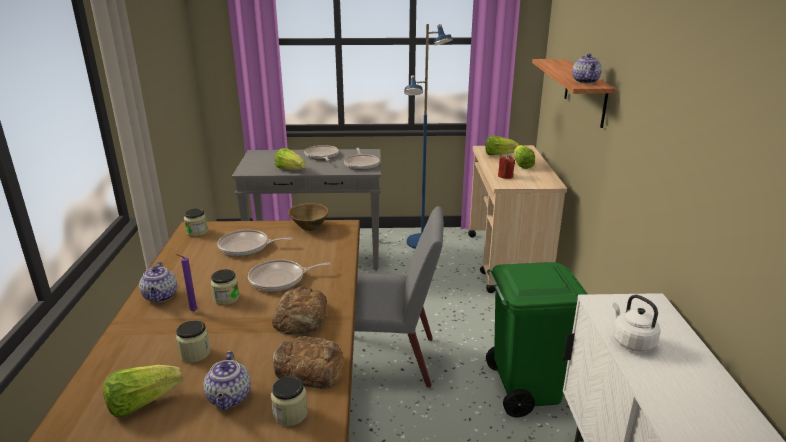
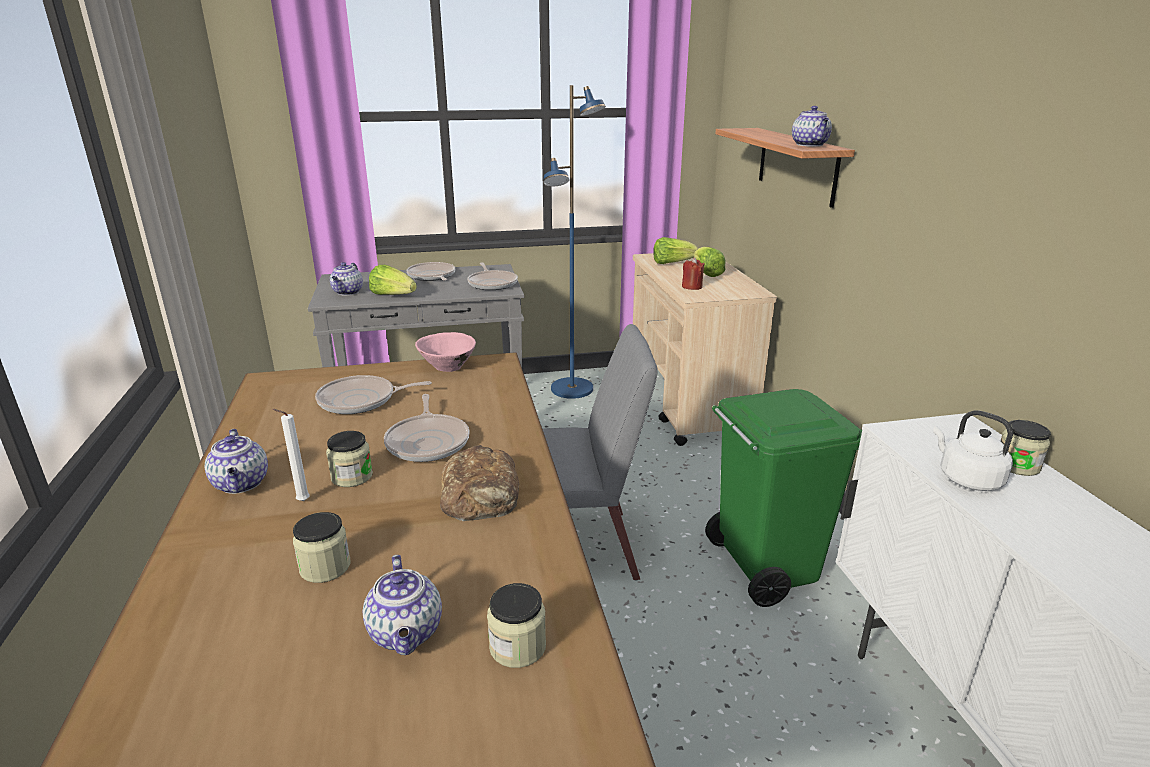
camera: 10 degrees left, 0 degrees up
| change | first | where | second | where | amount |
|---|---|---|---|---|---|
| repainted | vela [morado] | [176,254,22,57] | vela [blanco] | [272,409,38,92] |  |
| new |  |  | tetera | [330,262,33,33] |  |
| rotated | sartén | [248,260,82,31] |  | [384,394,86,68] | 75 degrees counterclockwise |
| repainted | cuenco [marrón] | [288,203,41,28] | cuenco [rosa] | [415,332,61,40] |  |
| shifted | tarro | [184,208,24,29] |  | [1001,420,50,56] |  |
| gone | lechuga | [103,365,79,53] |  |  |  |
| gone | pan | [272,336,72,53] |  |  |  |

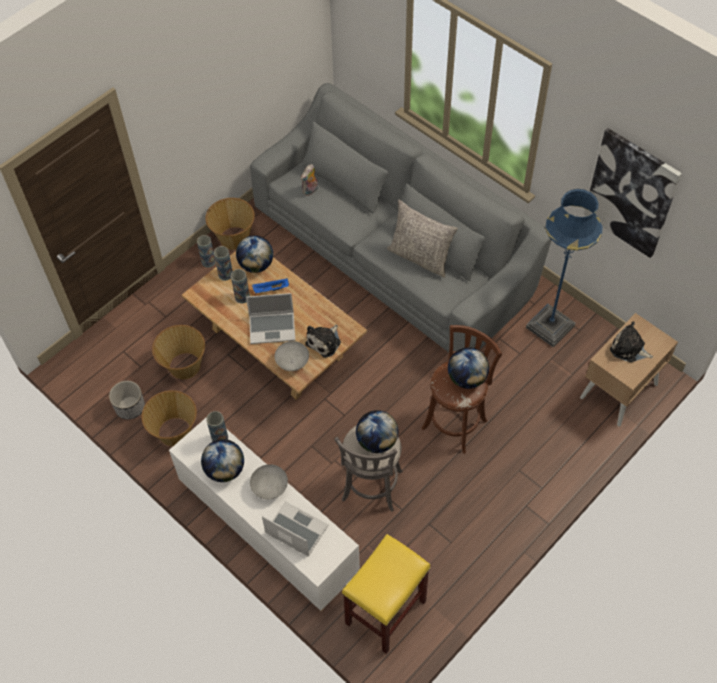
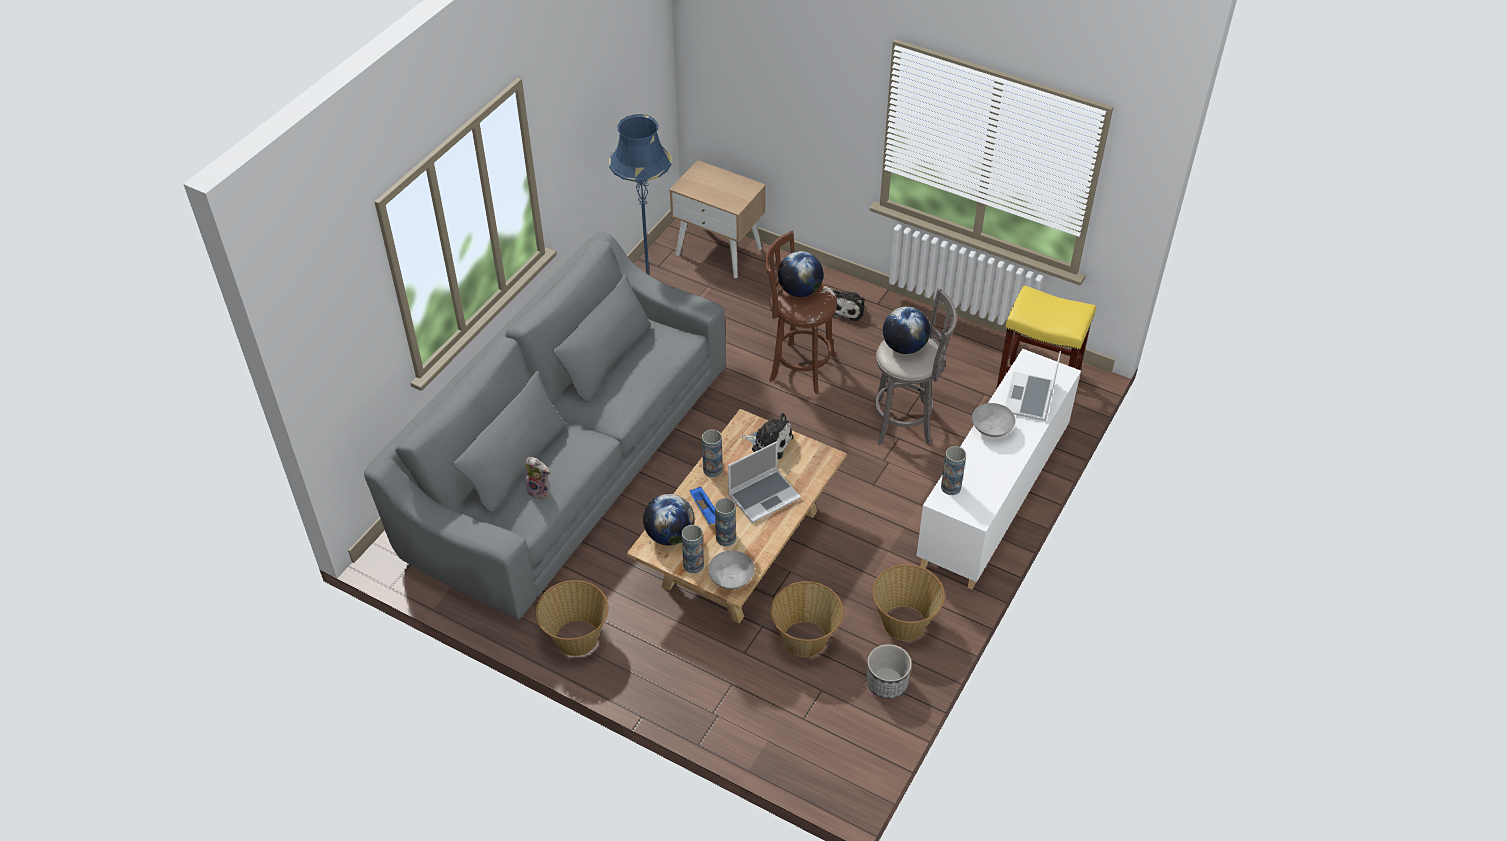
camera: 105 degrees left, 10 degrees down
| change | first | where | second | where | amount |
|---|---|---|---|---|---|
| shifted | florero | [197,235,18,32] |  | [702,429,21,48] |  |
| shifted | cuenco [gris] | [274,341,35,30] |  | [708,551,47,38] |  |
| rotated | portátil | [246,293,49,51] |  | [728,441,73,82] | 75 degrees clockwise |
| shifted | peluche | [610,321,43,41] |  | [833,289,32,32] |  |
| gone | globo terráqueo | [201,439,43,43] |  |  |  |
| gone | cojín [gris] | [387,200,71,78] |  |  |  |
| gone | cuadro | [584,128,98,130] |  |  |  |

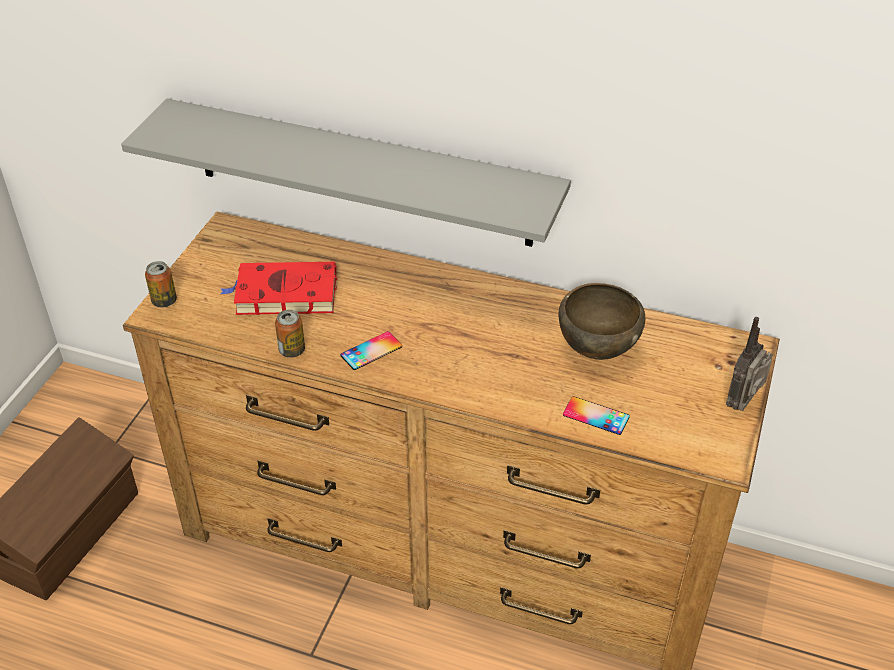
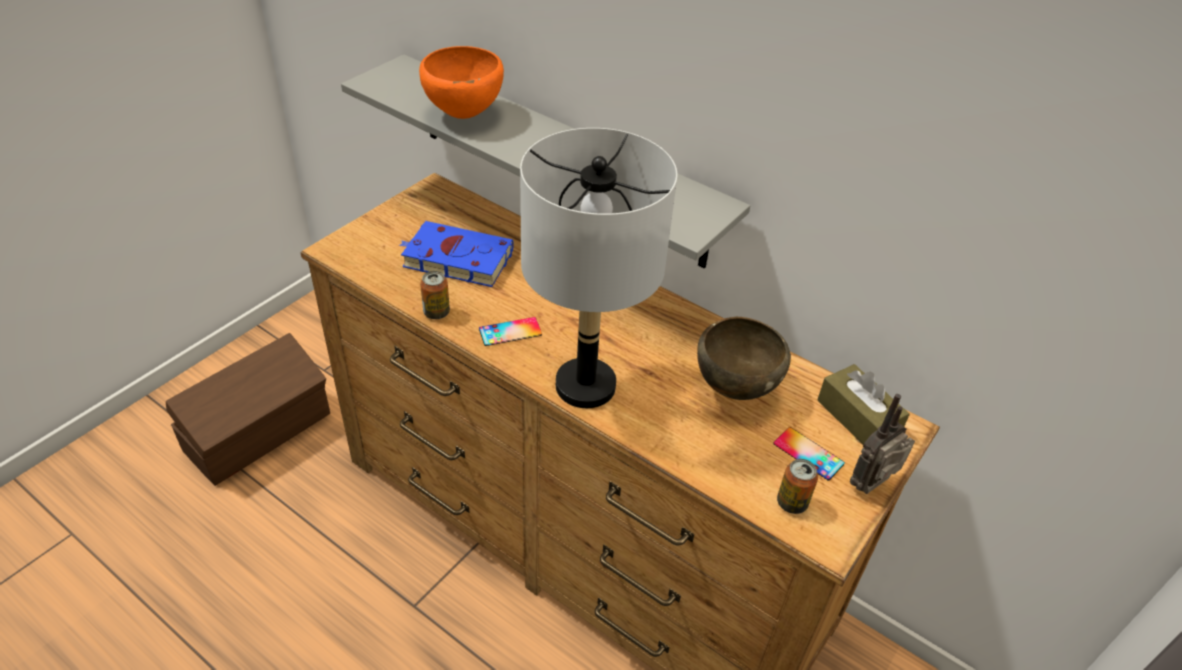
camera: 15 degrees right, 0 degrees up
| change | first | where | second | where | amount |
|---|---|---|---|---|---|
| repainted | libro [rojo] | [220,262,117,53] | libro [azul] | [399,221,115,66] |  |
| new |  |  | cuenco [naranja] | [419,46,85,73] |  |
| new |  |  | lámpara de mesa [gris] | [520,128,157,280] |  |
| shifted | móvil | [563,396,67,39] |  | [773,427,72,54] |  |
| shifted | lata | [145,261,32,46] |  | [777,459,41,55] |  |
| new |  |  | caja de pañuelos [marrón] | [817,364,93,81] |  |

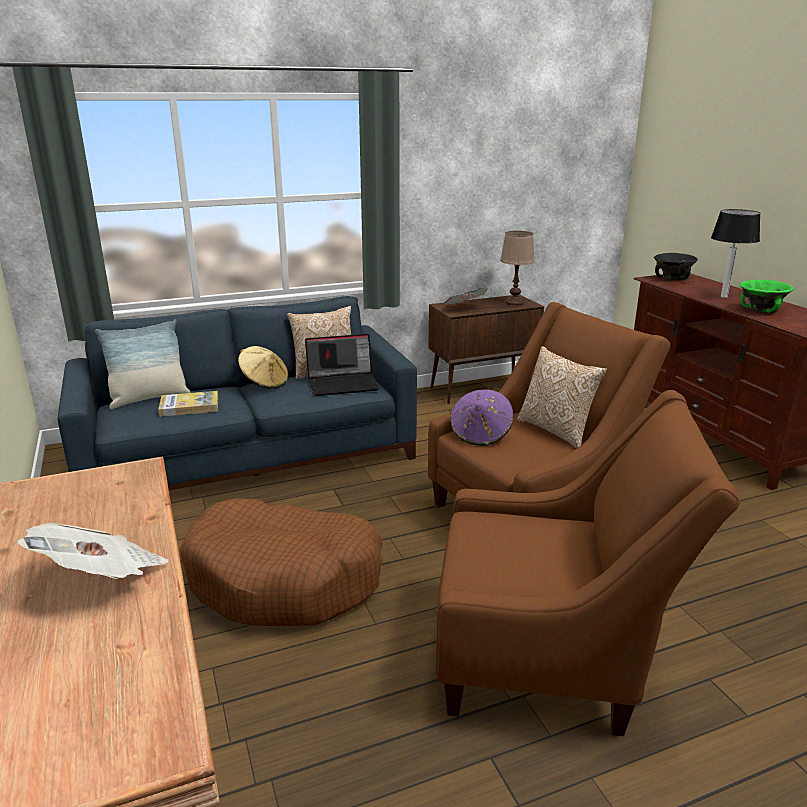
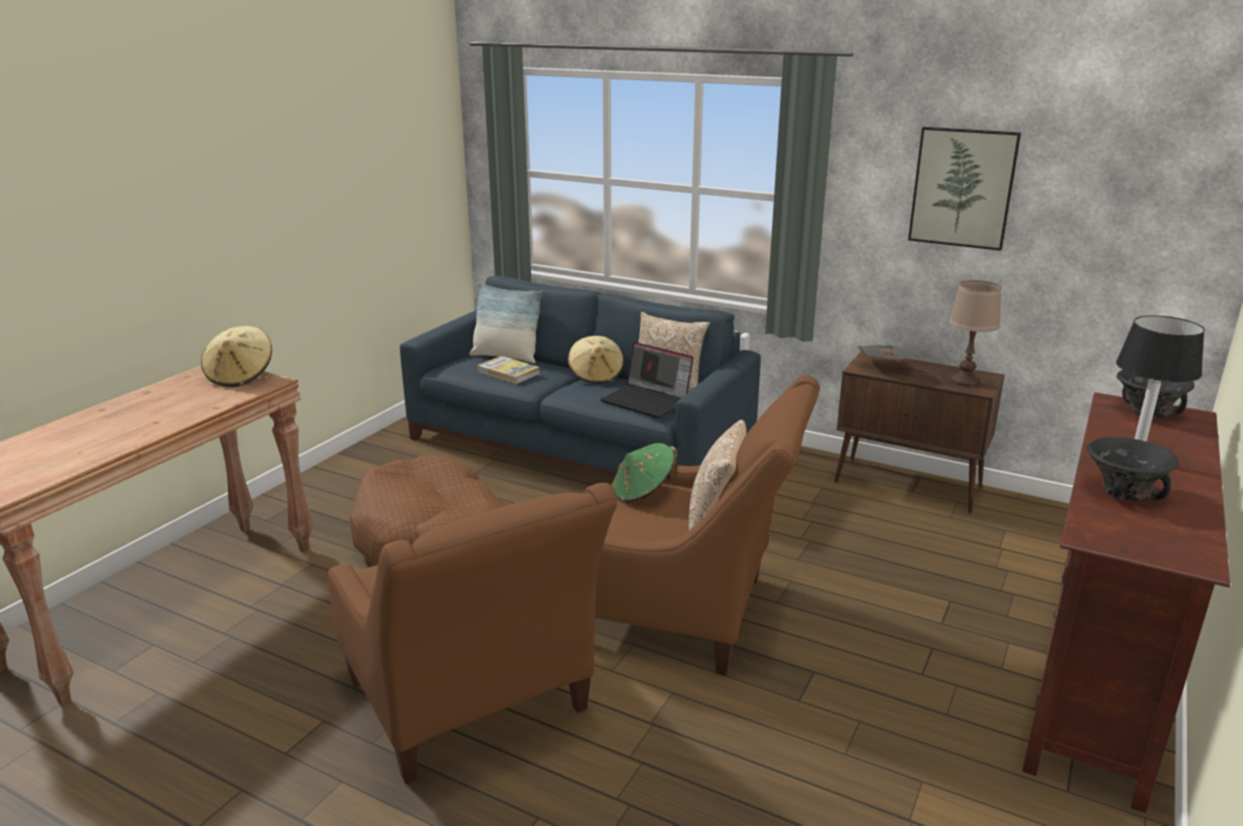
camera: 50 degrees right, 0 degrees up
| change | first | where | second | where | amount |
|---|---|---|---|---|---|
| new |  |  | sombrero [beis] | [201,326,71,61] |  |
| repainted | sombrero [morado] | [450,389,64,57] | sombrero [verde] | [613,443,64,60] |  |
| new |  |  | cuadro | [908,127,113,124] |  |
| repainted | cuenco [verde] | [740,280,54,33] | cuenco [negro] | [1087,437,92,64] |  |
| gone | periódico | [16,523,153,56] |  |  |  |

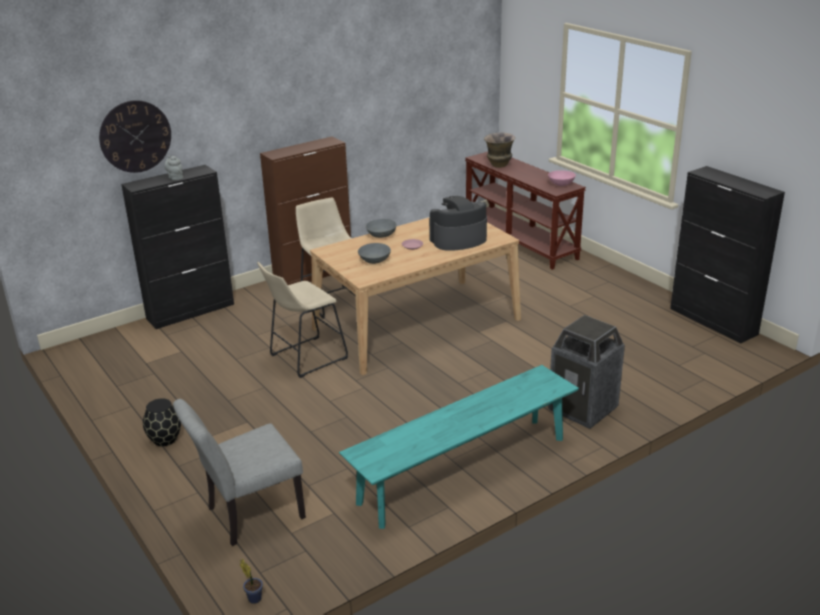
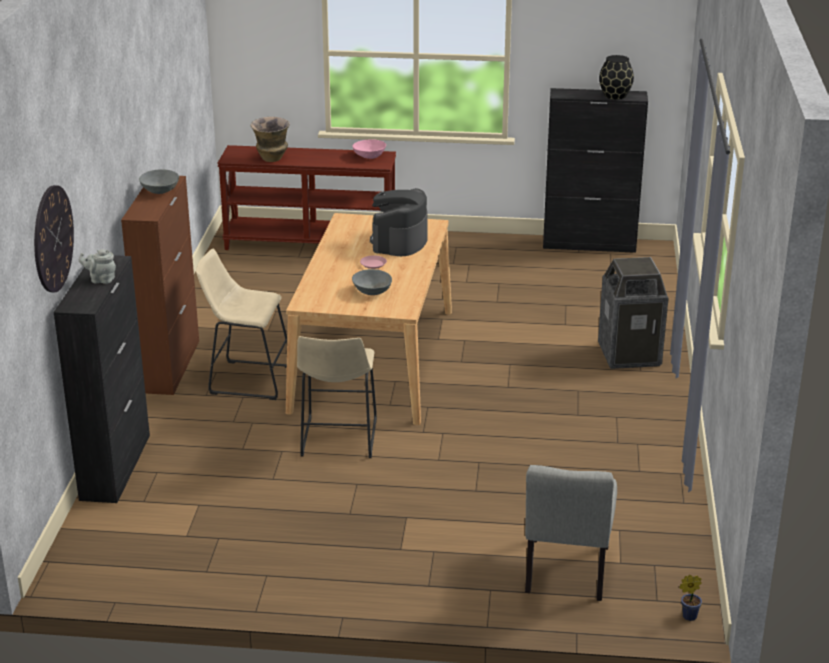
camera: 50 degrees left, 0 degrees up
| change | first | where | second | where | amount |
|---|---|---|---|---|---|
| shifted | cuenco [gris] | [366,219,31,19] |  | [139,169,40,25] |  |
| shifted | florero [negro] | [143,399,38,48] |  | [599,55,35,45] |  |
| gone | banco [turquesa] | [339,365,240,164] |  |  |  |

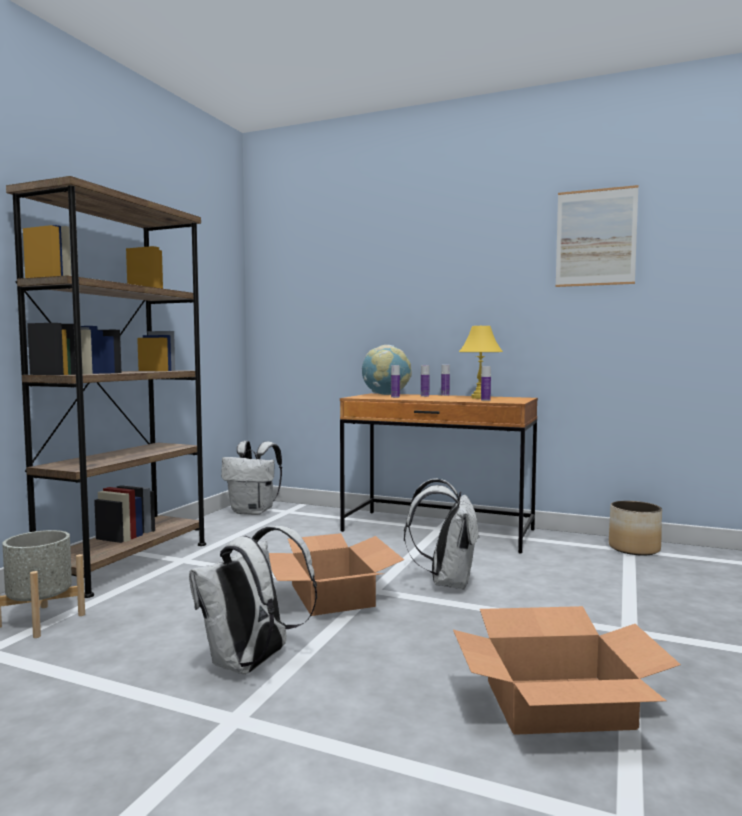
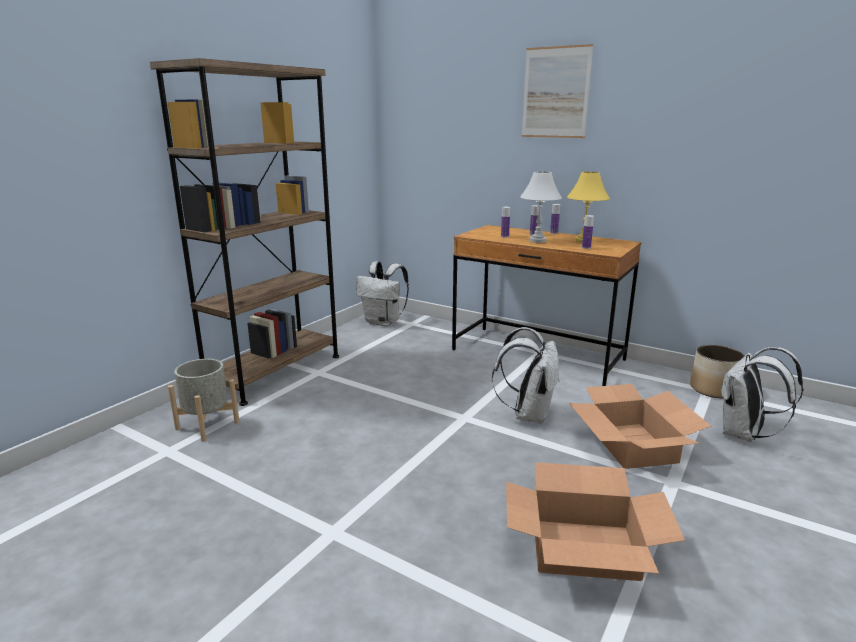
camera: 10 degrees right, 15 degrees up
| change | first | where | second | where | amount |
|---|---|---|---|---|---|
| new |  |  | lámpara de mesa [blanco] | [520,171,42,72] |  |
| shifted | cuadro | [556,185,83,102] |  | [522,44,71,94] |  |
| shifted | caja de cartón | [269,533,135,83] |  | [569,384,142,85] |  |
| shifted | mochila [blanco] | [189,526,128,148] |  | [720,347,84,95] |  |
| gone | globo terráqueo | [362,345,50,50] |  |  |  |

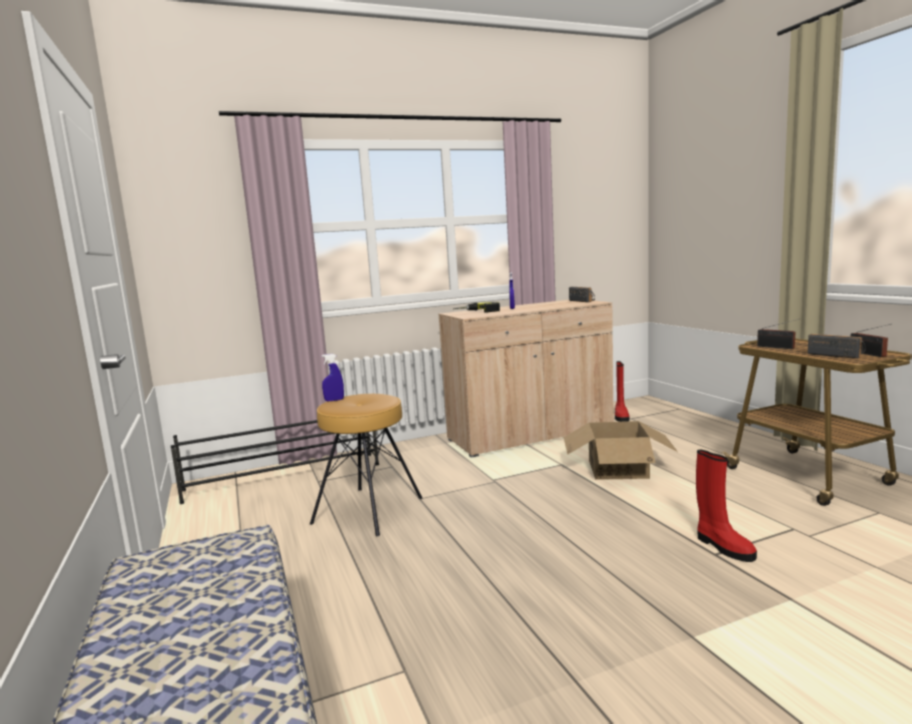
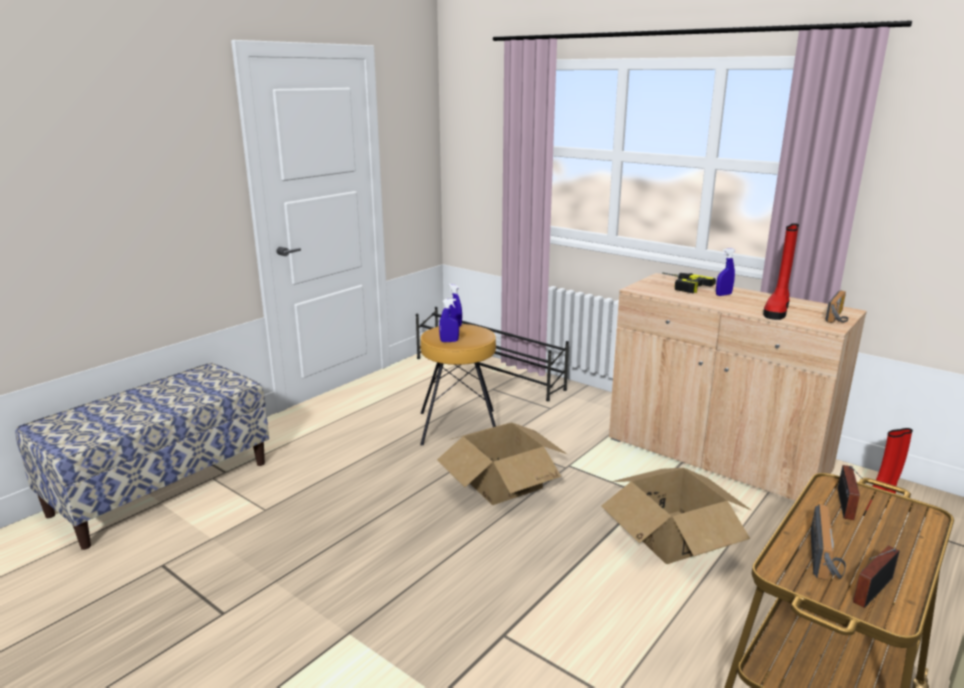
camera: 60 degrees right, 10 degrees up
| change | first | where | second | where | amount |
|---|---|---|---|---|---|
| new |  |  | caja de cartón | [437,423,130,82] |  |
| new |  |  | pulverizador [azul] | [439,299,20,43] |  |
| shifted | bota [rojo] | [696,450,61,112] |  | [763,223,36,97] |  |

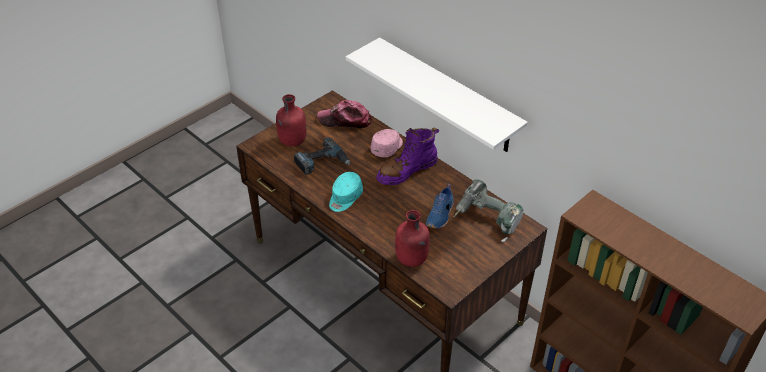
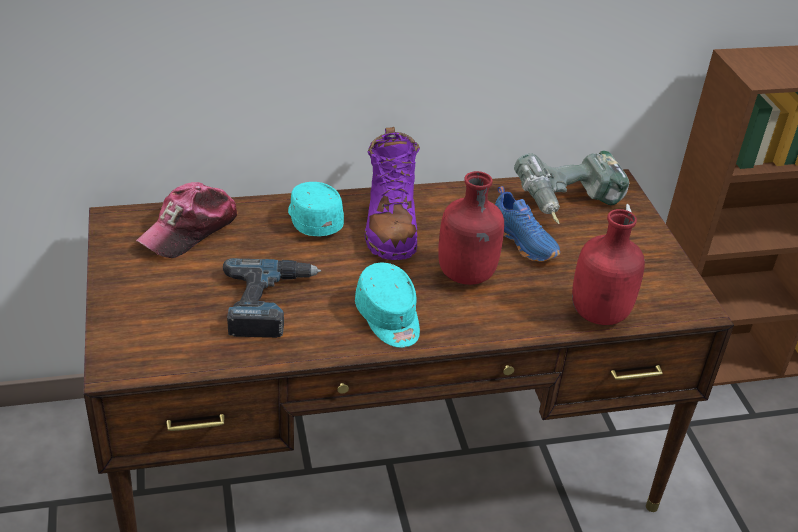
camera: 60 degrees left, 5 degrees down
| change | first | where | second | where | amount |
|---|---|---|---|---|---|
| repainted | gorra [rosa] | [371,129,32,28] | gorra [turquesa] | [288,182,56,54] |  |
| shifted | botella [rojo] | [276,94,30,52] |  | [438,171,66,114] |  |
| gone | estante [blanco] | [346,37,182,115] |  |  |  |

